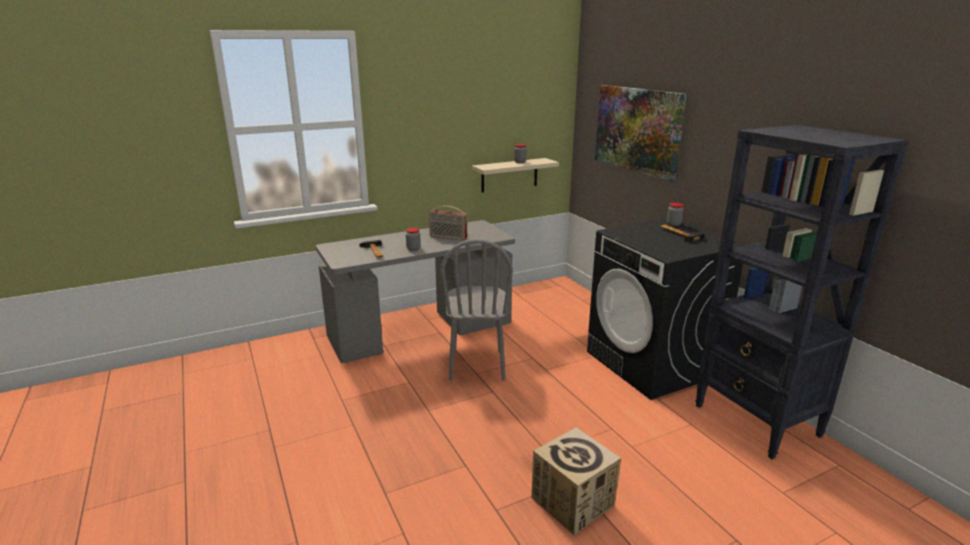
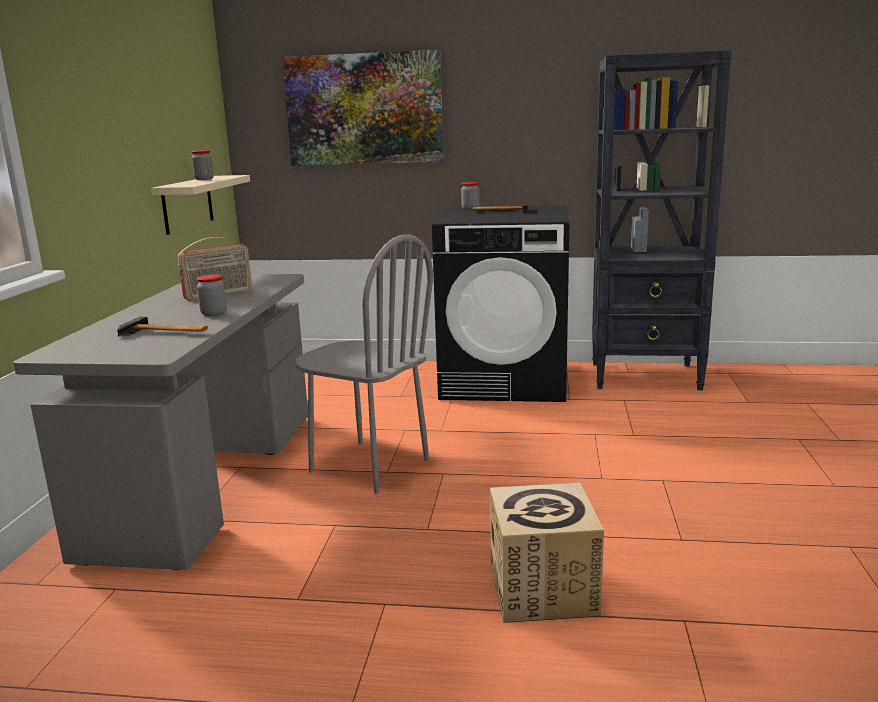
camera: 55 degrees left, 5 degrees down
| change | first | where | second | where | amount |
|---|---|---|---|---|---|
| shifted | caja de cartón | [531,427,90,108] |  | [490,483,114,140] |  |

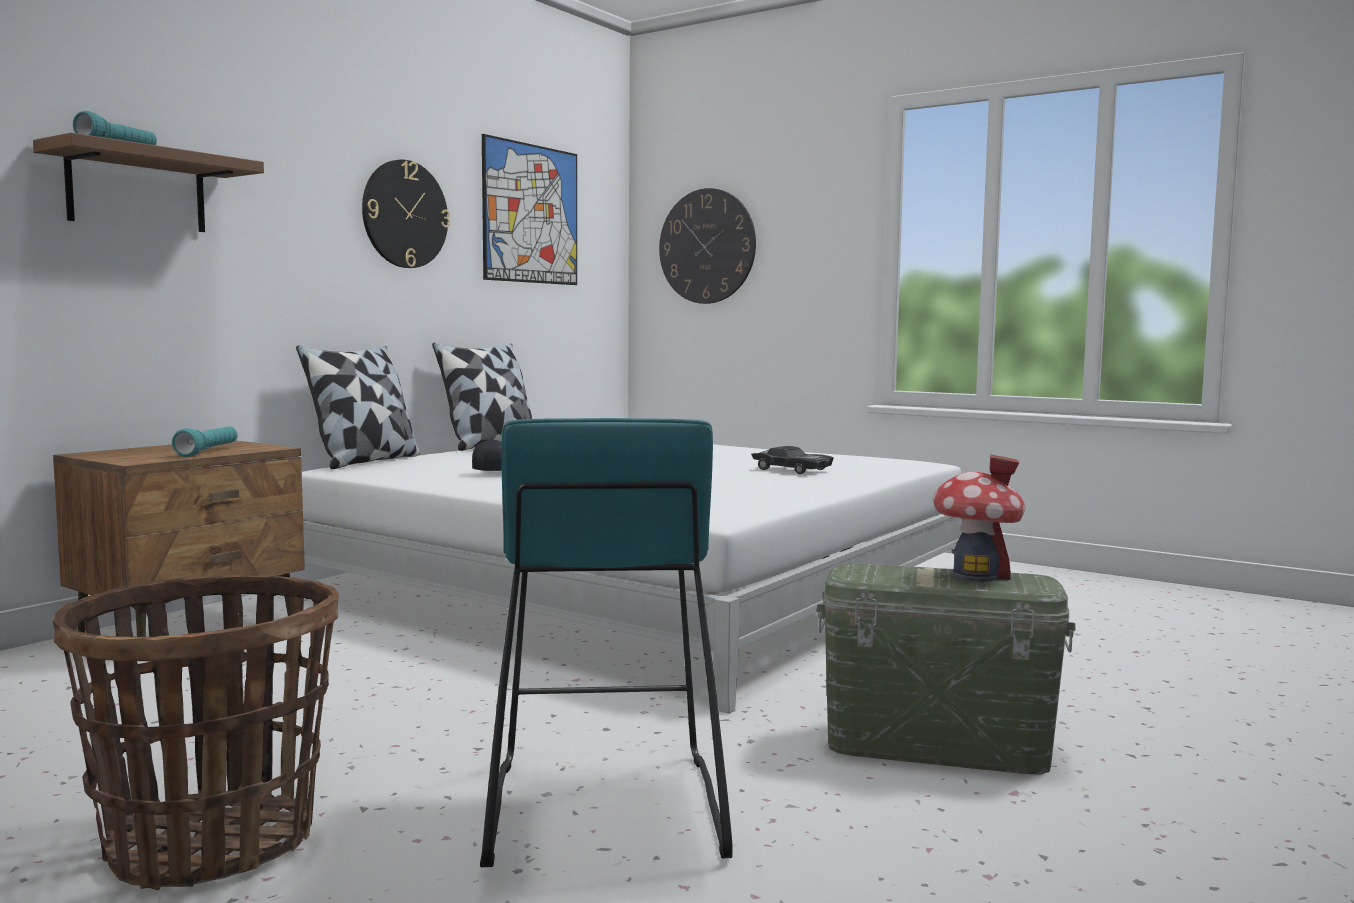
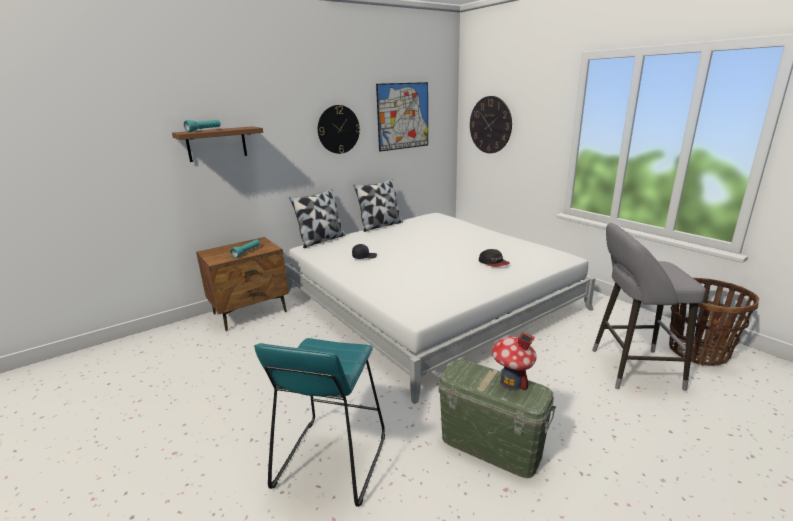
camera: 20 degrees right, 15 degrees up
| change | first | where | second | where | amount |
|---|---|---|---|---|---|
| swapped | coche de juguete [negro] | [751,446,83,28] | gorra | [479,249,31,18] |  |
| new |  |  | taburete [gris] | [592,223,113,168] |  |
| shifted | cesta | [52,575,287,316] |  | [669,278,90,88] |  |

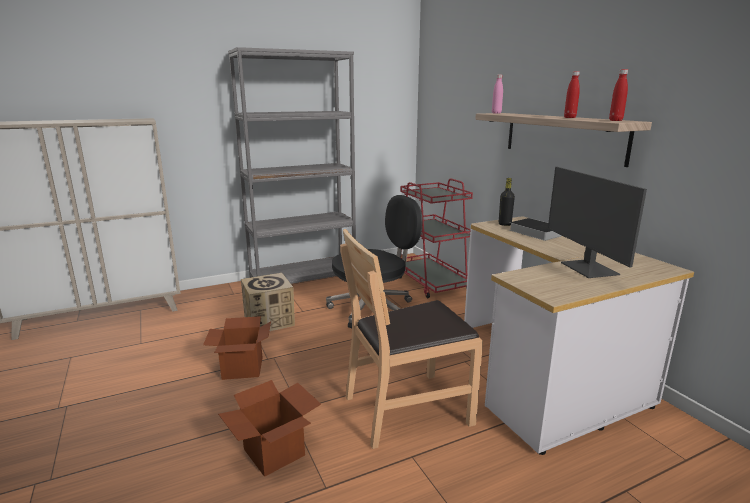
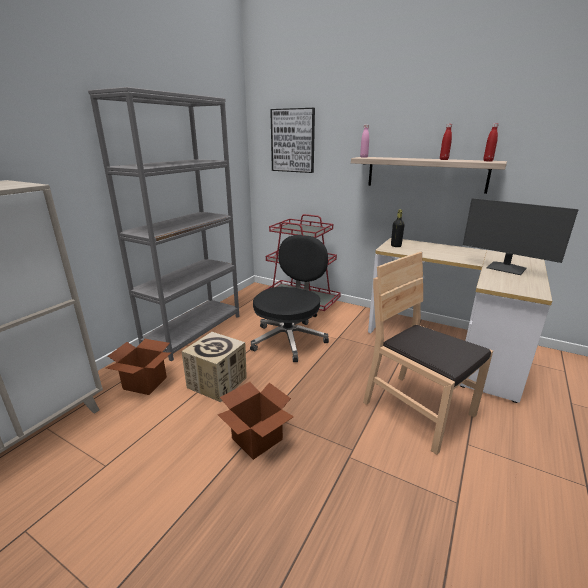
camera: 35 degrees left, 5 degrees up
| change | first | where | second | where | amount |
|---|---|---|---|---|---|
| shifted | caja de cartón | [218,380,103,97] |  | [106,339,65,56] |  |
| new |  |  | cuadro | [270,108,45,65] |  |
| rotated | silla [marrón] | [340,229,143,220] |  | [363,252,130,203] | 105 degrees clockwise |
| gone | libro | [510,218,52,23] |  |  |  |

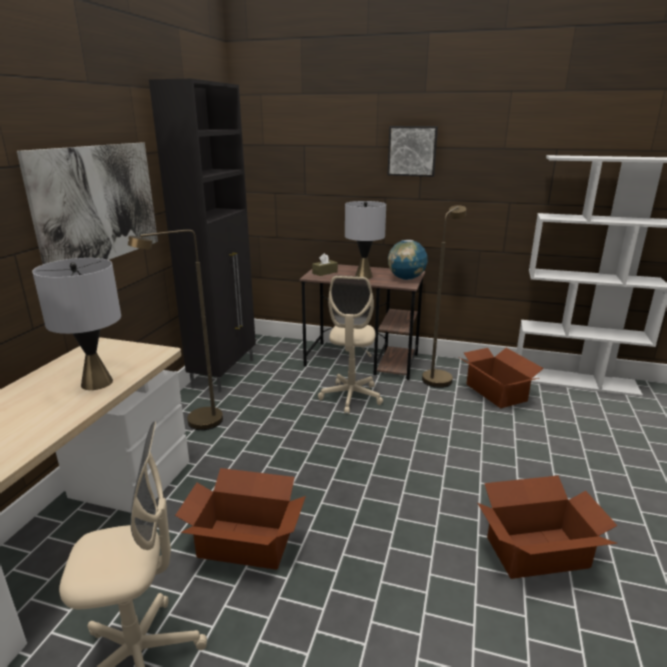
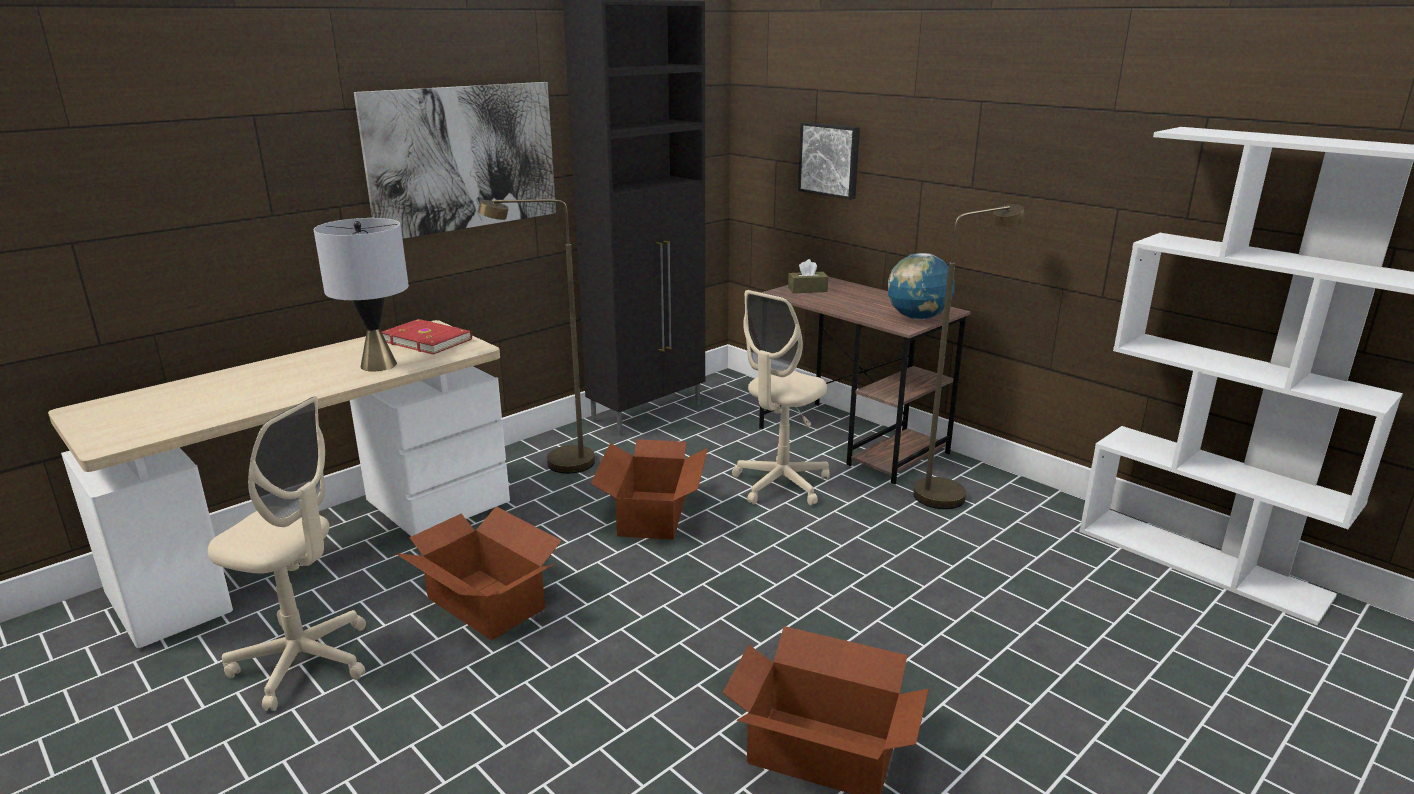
camera: 30 degrees right, 0 degrees up
| change | first | where | second | where | amount |
|---|---|---|---|---|---|
| new |  |  | libro [rojo] | [382,319,90,36] |  |
| shifted | caja de cartón | [460,348,84,60] |  | [591,439,117,101] |  |
| shifted | cuadro | [388,126,50,51] |  | [798,122,62,78] |  |
| gone | lámpara de mesa [gris] | [345,201,41,78] |  |  |  |

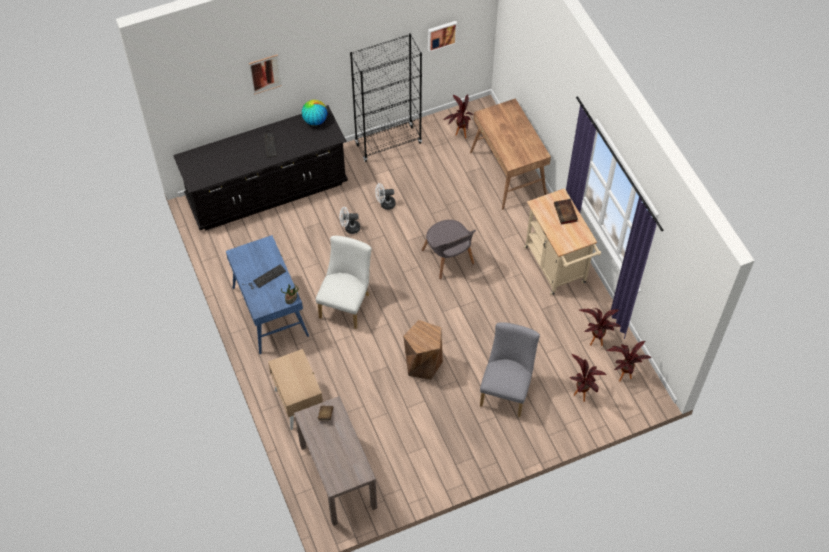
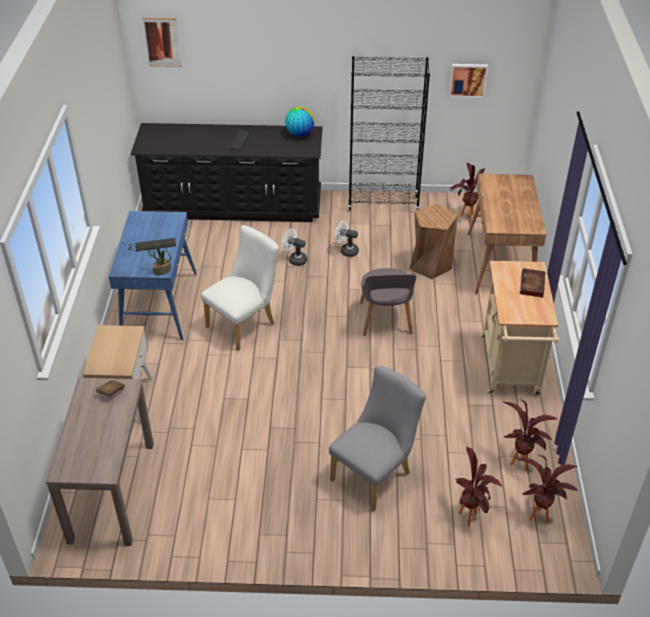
camera: 25 degrees right, 15 degrees down
| change | first | where | second | where | amount |
|---|---|---|---|---|---|
| shifted | cuadro | [249,54,33,41] |  | [142,18,40,49] |  |
| shifted | taburete [marrón] | [403,320,40,60] |  | [410,204,48,75] |  |

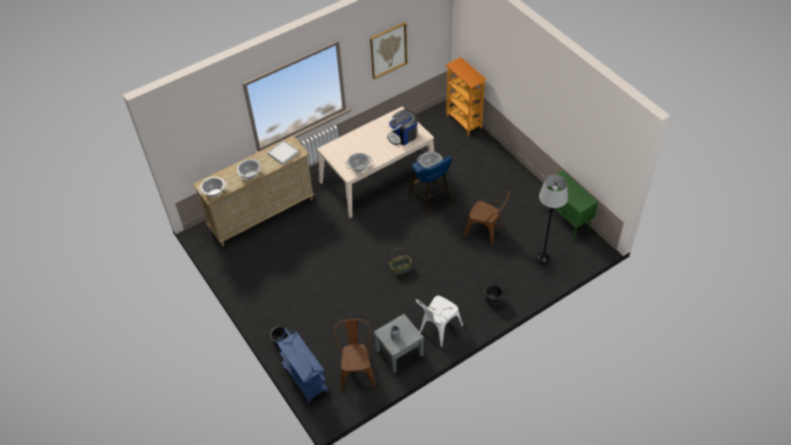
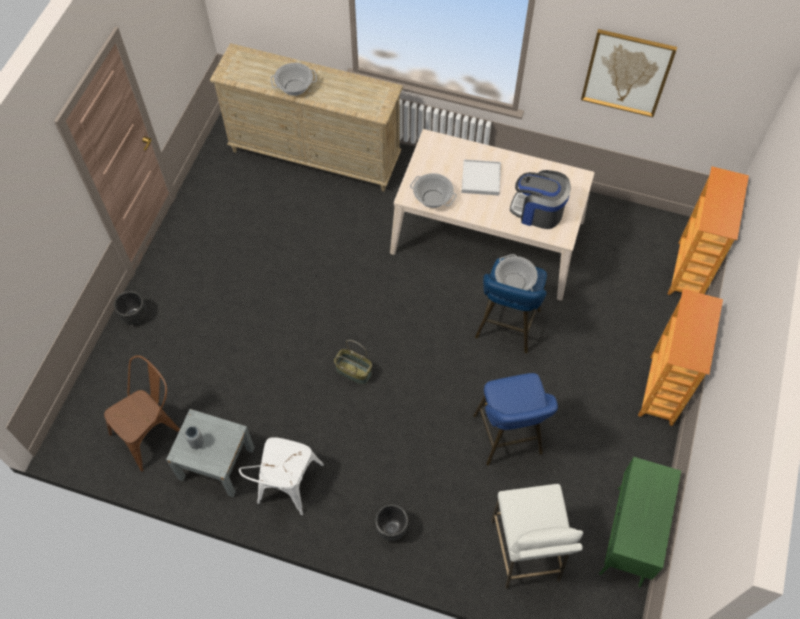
camera: 50 degrees right, 10 degrees up
| change | first | where | second | where | amount |
|---|---|---|---|---|---|
| rotated | silla [blanco] | [416,296,47,51] |  | [239,437,85,79] | 75 degrees counterclockwise |
| shifted | bandeja [blanco] | [267,140,32,25] |  | [461,159,40,36] |  |
| swapped | silla [marrón] | [463,191,47,55] | taburete [azul] | [473,373,85,92] |  |
| swapped | lámpara de pie [gris] | [536,175,32,90] | taburete [blanco] | [491,484,92,105] |  |
| new |  |  | estantería | [638,289,85,137] |  |
| gone | olla | [198,177,29,20] |  |  |  |
| gone | carrito [azul] | [277,328,52,77] |  |  |  |

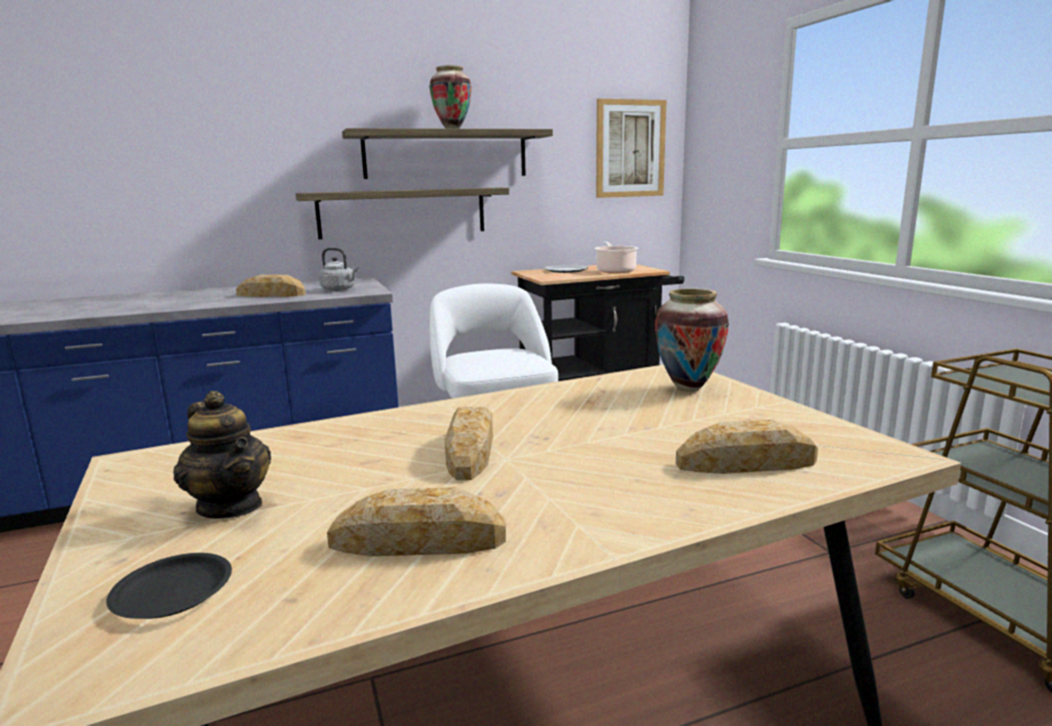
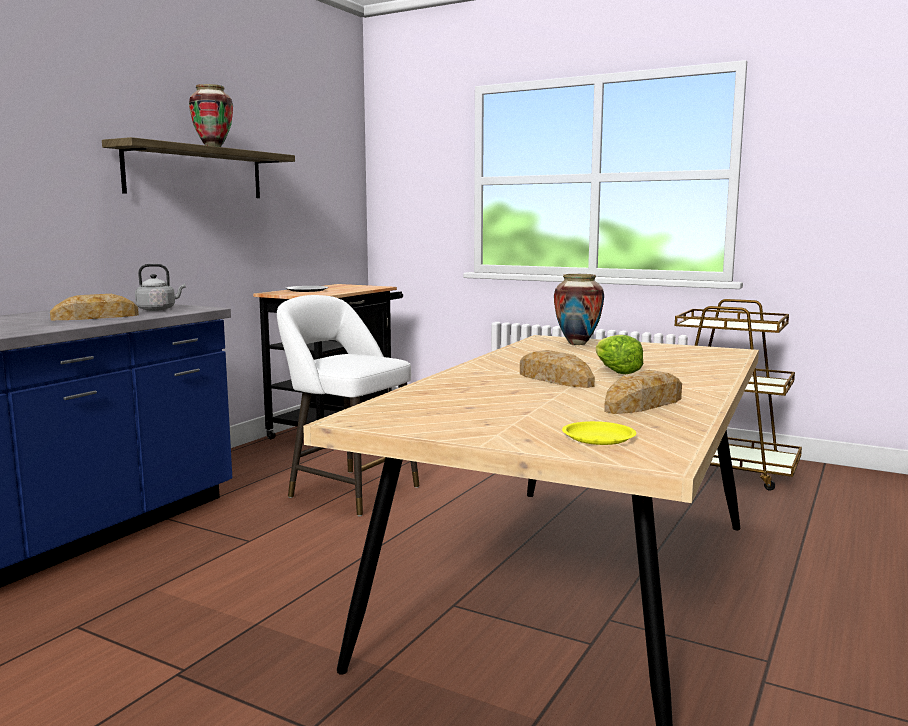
camera: 40 degrees left, 5 degrees down
| change | first | where | second | where | amount |
|---|---|---|---|---|---|
| repainted | plato [negro] | [106,553,126,66] | plato [amarillo] | [562,421,74,24] |  |
| new |  |  | lechuga | [596,335,47,39] |  |
| gone | tetera | [173,391,98,128] |  |  |  |
| gone | estante | [295,188,214,51] |  |  |  |
| gone | olla | [595,241,43,32] |  |  |  |
| gone | cuadro | [596,99,70,99] |  |  |  |
| gone | pan | [676,420,142,54] |  |  |  |

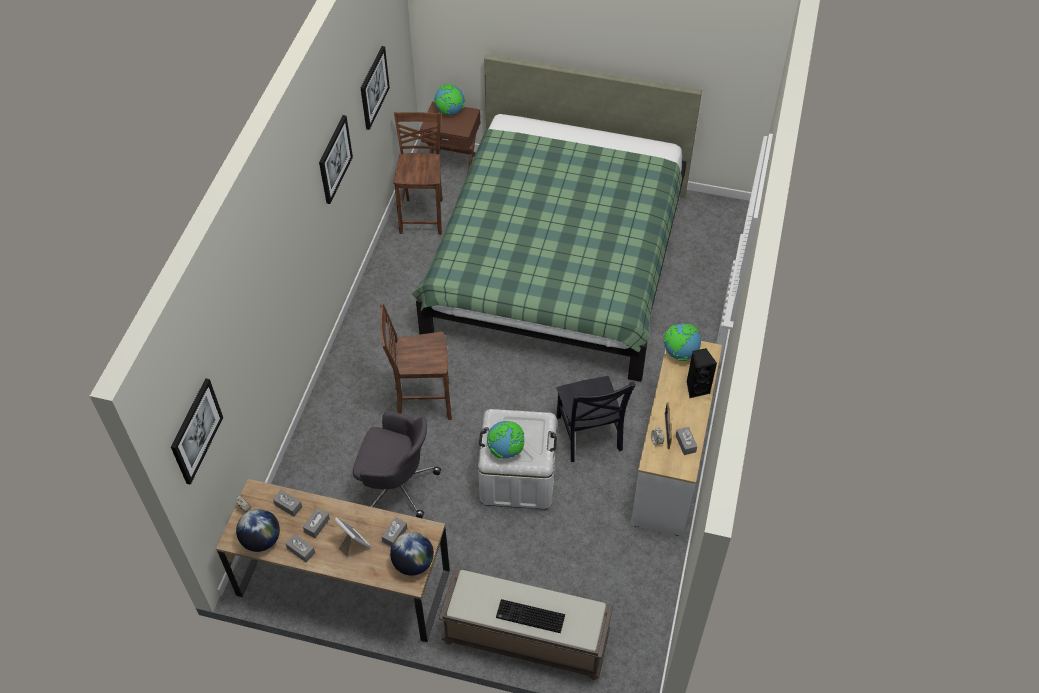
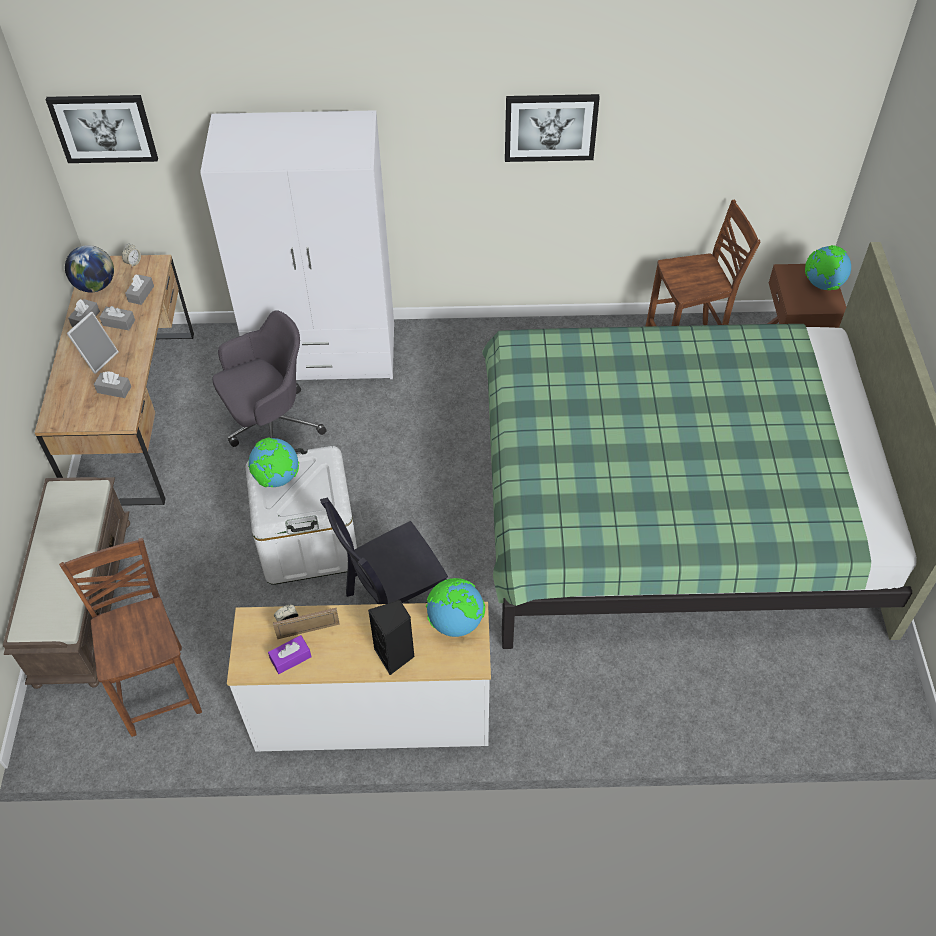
camera: 75 degrees right, 0 degrees up
| change | first | where | second | where | amount |
|---|---|---|---|---|---|
| shifted | silla [marrón] | [380,304,72,116] |  | [59,538,143,199] |  |
| new |  |  | armario ropero [blanco] | [200,110,194,270] |  |
| rotated | silla de oficina [gris] | [353,411,88,107] |  | [212,310,115,137] | 120 degrees counterclockwise |
| repainted | caja de pañuelos [gris] | [676,427,21,28] | caja de pañuelos [morado] | [268,635,43,39] |  |
| gone | cuadro | [361,46,29,84] |  |  |  |
| gone | globo terráqueo | [390,532,44,43] |  |  |  |
| gone | teclado | [496,599,69,34] |  |  |  |

